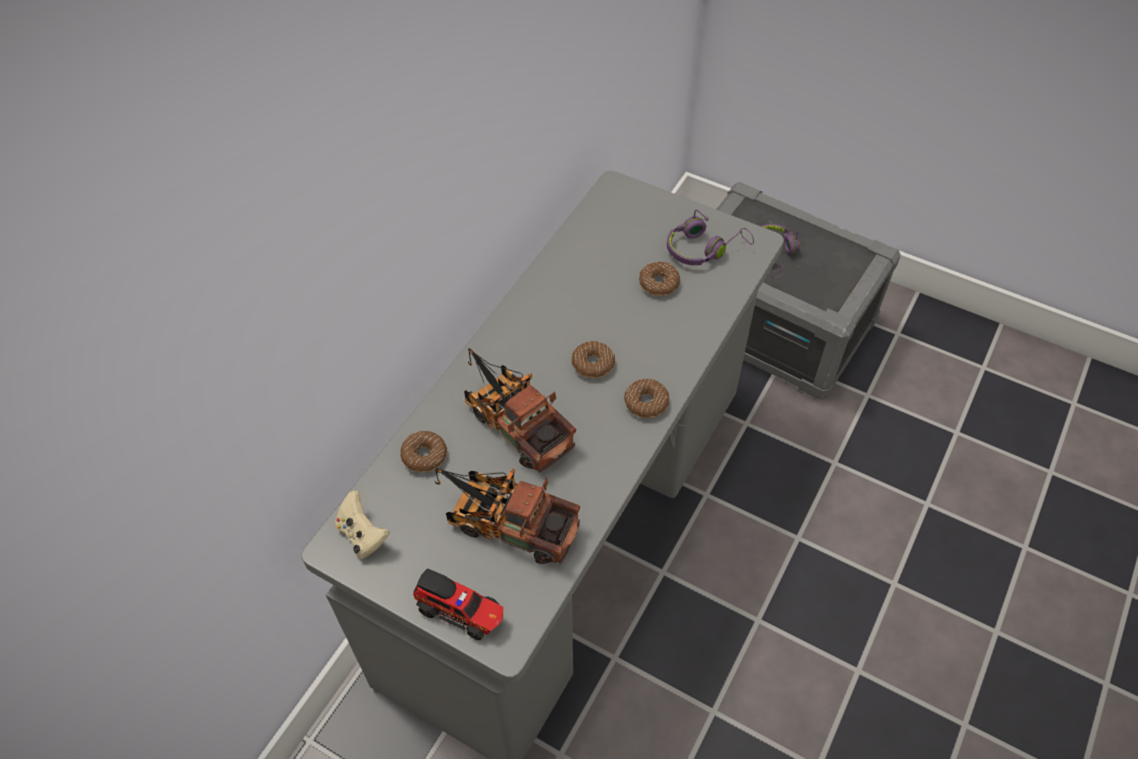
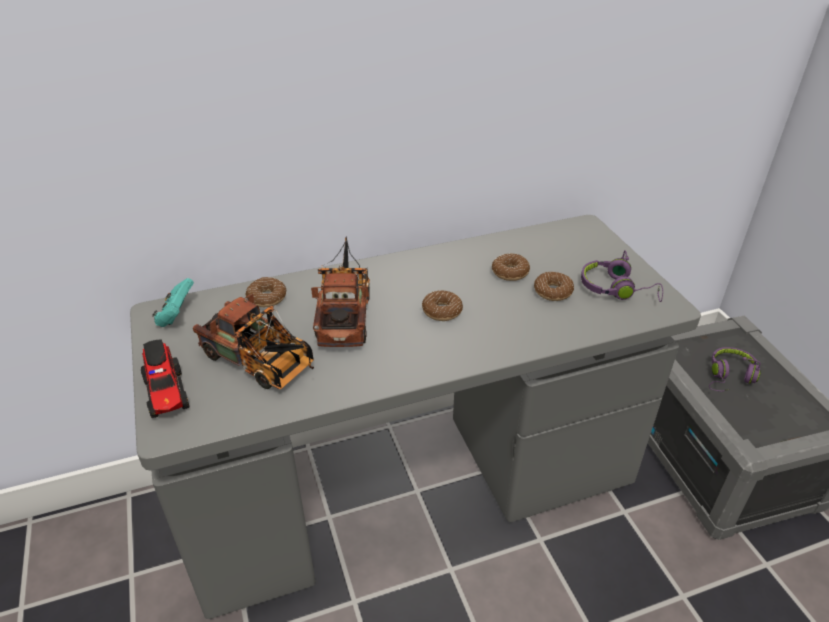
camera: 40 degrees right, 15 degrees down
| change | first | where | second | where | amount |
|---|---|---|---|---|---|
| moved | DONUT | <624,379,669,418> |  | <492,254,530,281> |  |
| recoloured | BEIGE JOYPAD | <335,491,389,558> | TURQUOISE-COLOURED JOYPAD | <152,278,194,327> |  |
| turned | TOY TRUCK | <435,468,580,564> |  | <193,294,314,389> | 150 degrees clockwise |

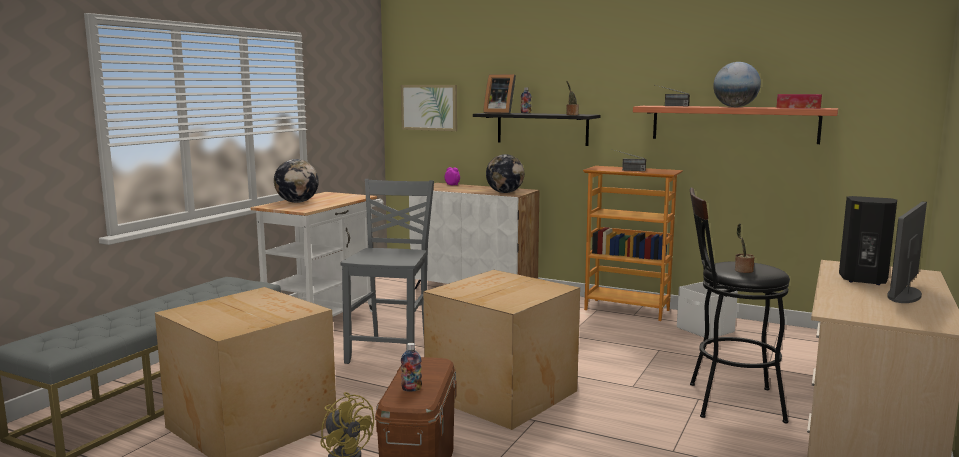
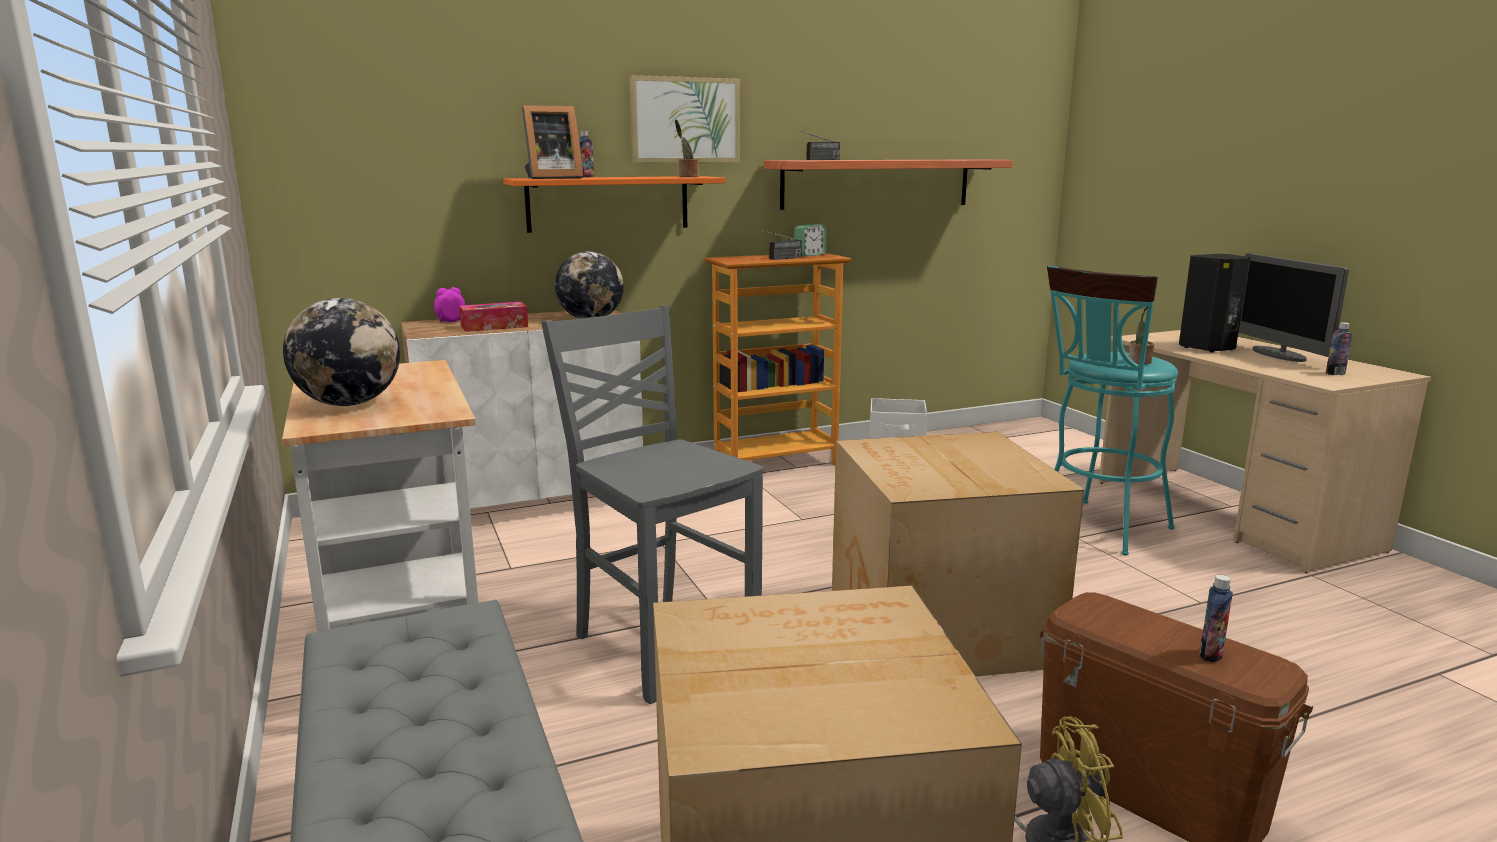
camera: 50 degrees left, 5 degrees up
| change | first | where | second | where | amount |
|---|---|---|---|---|---|
| removed | WORLD GLOBE | <713,62,761,107> |  |  |  |
| added |  |  | BEDSIDE CLOCK | <794,224,827,256> |  |
| added |  |  | BOTTLE | <1326,322,1352,375> |  |
| moved | WALL ART | <401,85,457,131> |  | <629,75,740,163> |  |
| moved | TISSUE BOX | <776,94,822,109> |  | <459,302,528,332> |  |
| recoloured | BLACK BRACKET SHELF | <473,113,601,146> | ORANGEY BRACKET SHELF | <503,176,725,233> |  |
| recoloured | BLACK STOOL | <690,188,790,423> | TURQUOISE-COLOURED STOOL | <1047,266,1178,556> |  |

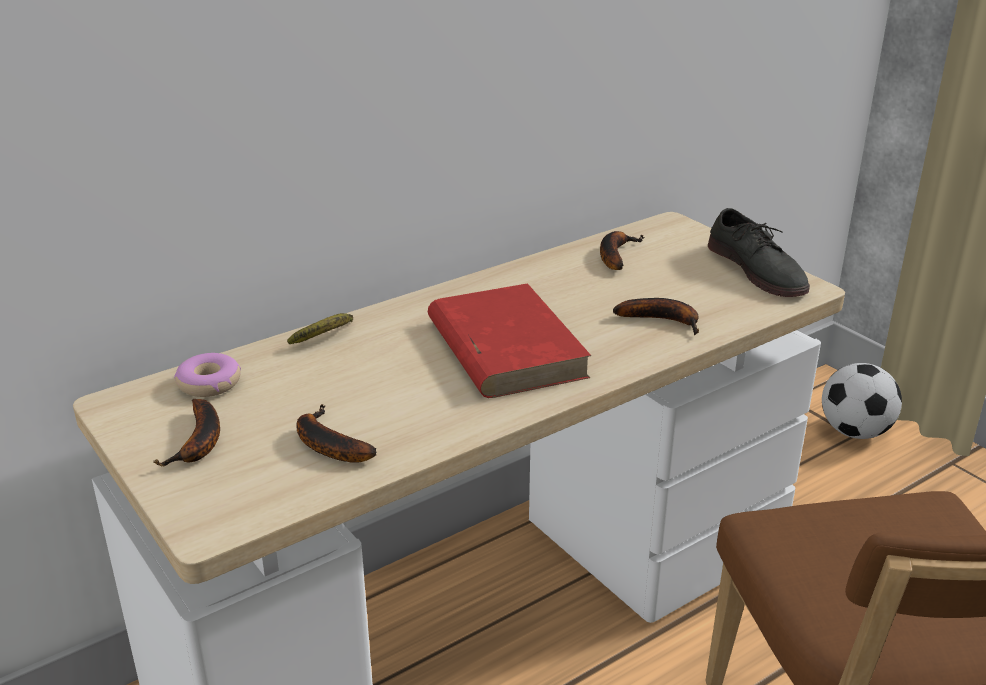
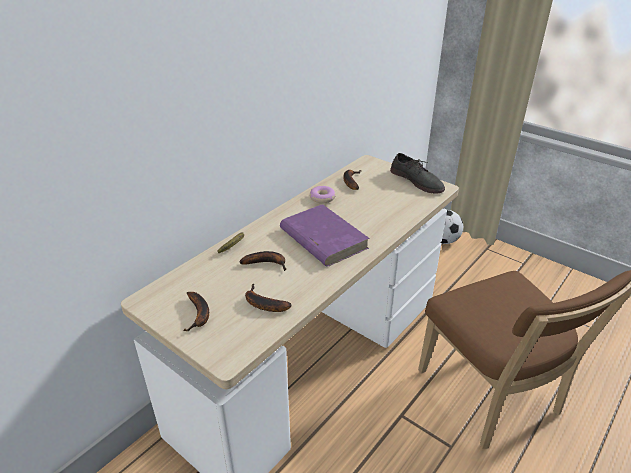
camera: 15 degrees left, 5 degrees up
| change | first | where | second | where | amount |
|---|---|---|---|---|---|
| moved | DONUT | <174,353,241,397> |  | <310,186,336,203> |  |
| moved | BANANA | <613,298,699,335> |  | <239,251,286,271> |  |
| recoloured | RED BOUND BOOK | <428,283,591,398> | PURPLE-COLOURED BOUND BOOK | <280,204,370,267> |  |

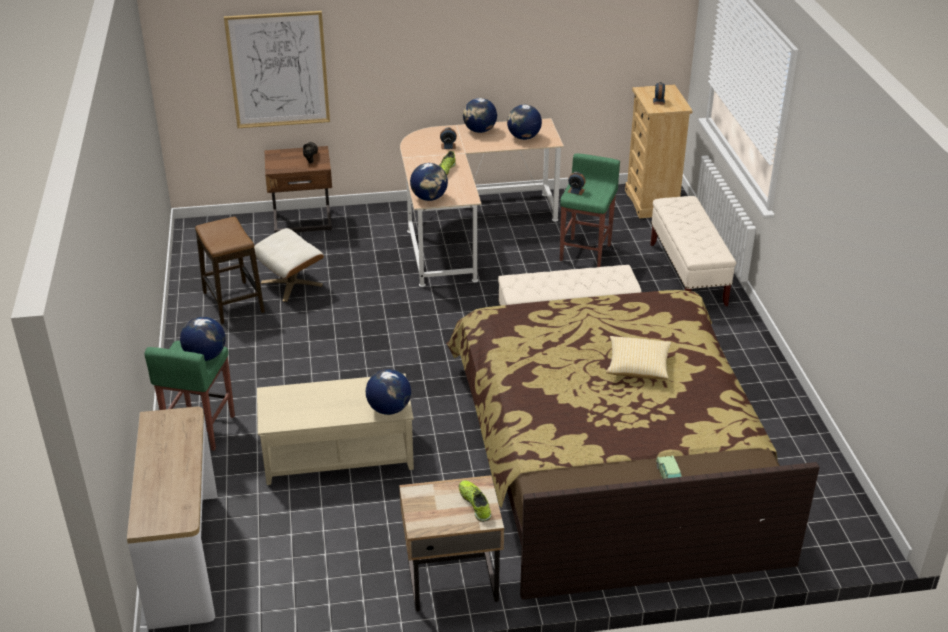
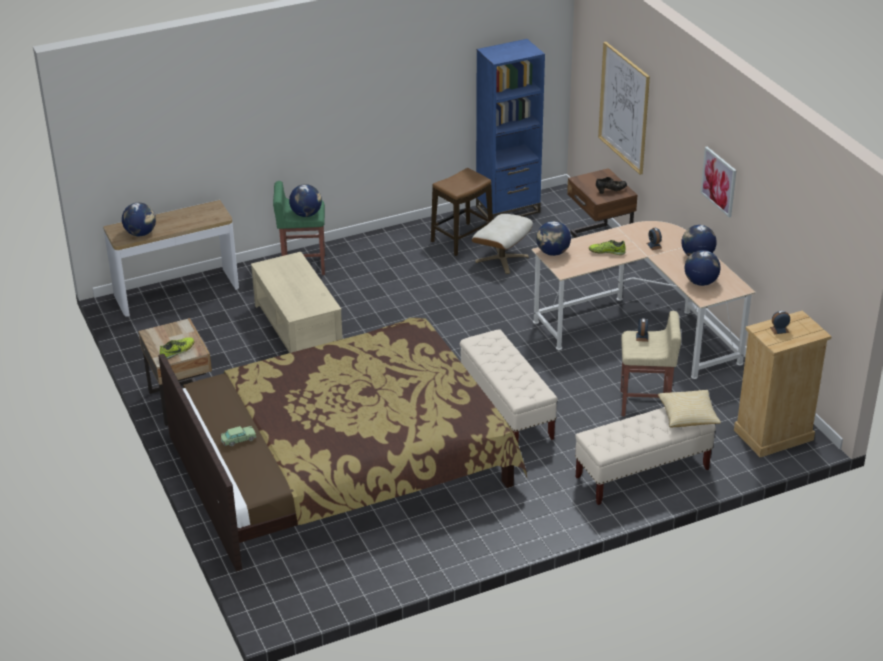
camera: 75 degrees right, 0 degrees up
| change | first | where | second | where | amount |
|---|---|---|---|---|---|
| added |  |  | BLUISH SHELVING UNIT | <476,39,545,219> |  |
| added |  |  | WALL ART | <700,147,736,217> |  |
| moved | WORLD GLOBE | <366,369,411,415> |  | <122,203,156,236> |  |
| moved | THROW PILLOW | <606,336,671,380> |  | <658,390,721,427> |  |
| recoloured | GREEN-COLOURED STOOL | <560,153,620,267> | BEIGE STOOL | <620,311,681,416> |  |

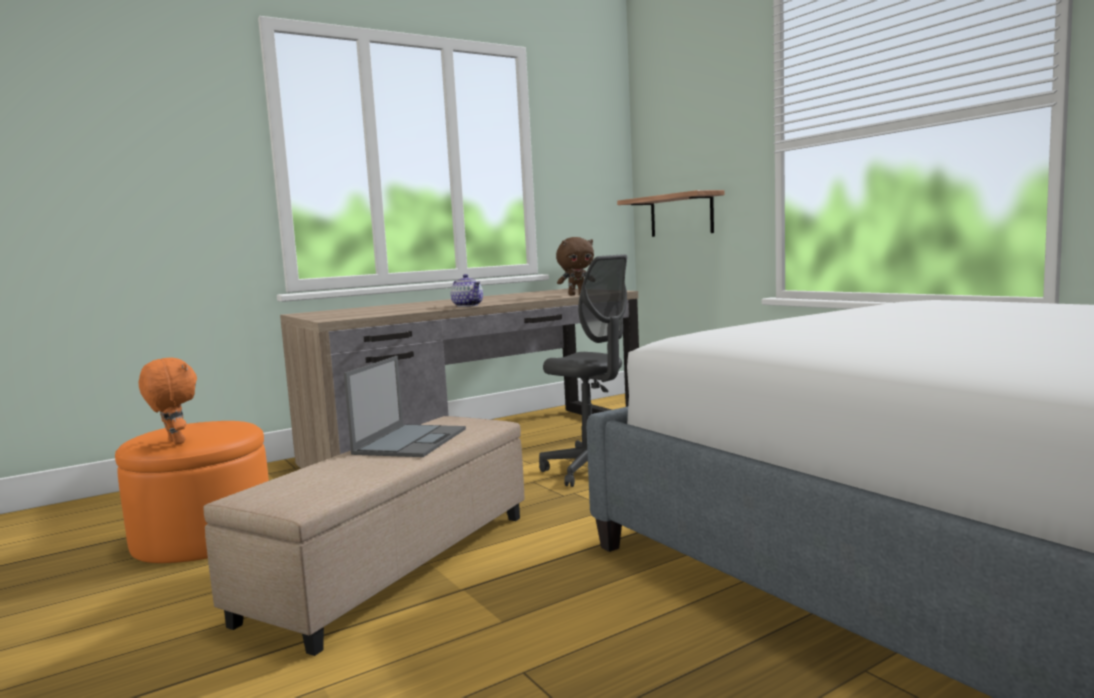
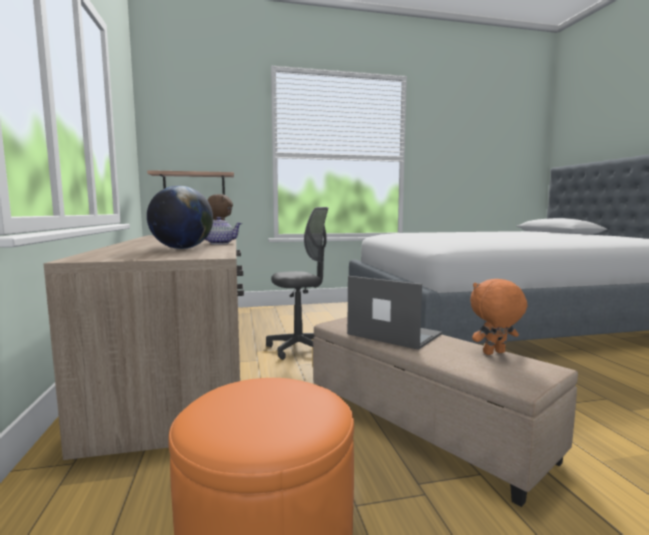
camera: 70 degrees left, 0 degrees up
| change | first | where | second | where | amount |
|---|---|---|---|---|---|
| added |  |  | WORLD GLOBE | <147,186,213,249> |  |
| moved | ORANGEY SOFT TOY | <139,358,197,445> |  | <470,279,527,355> |  |

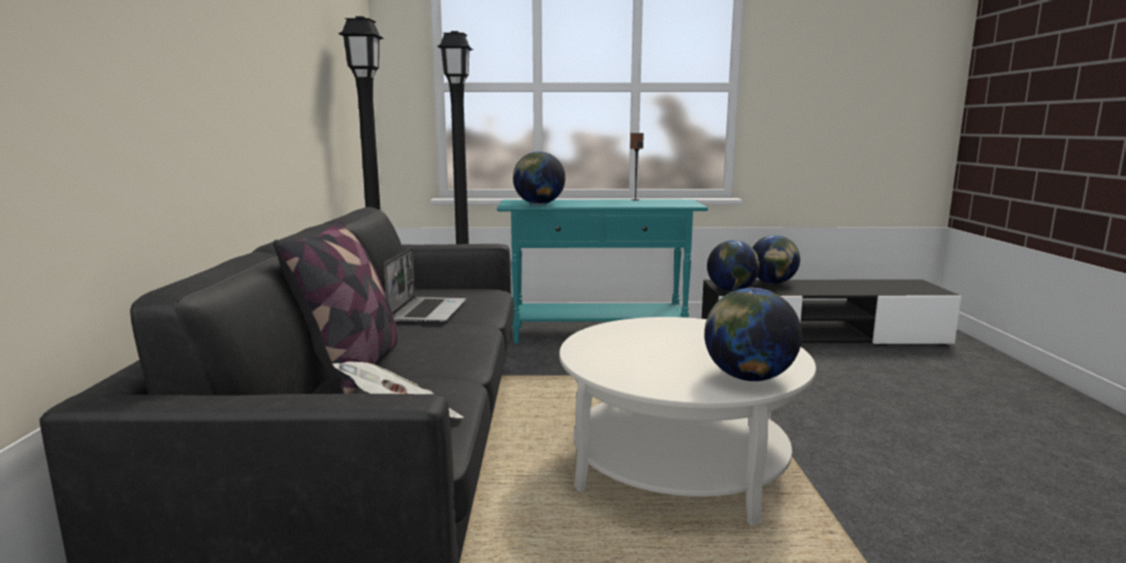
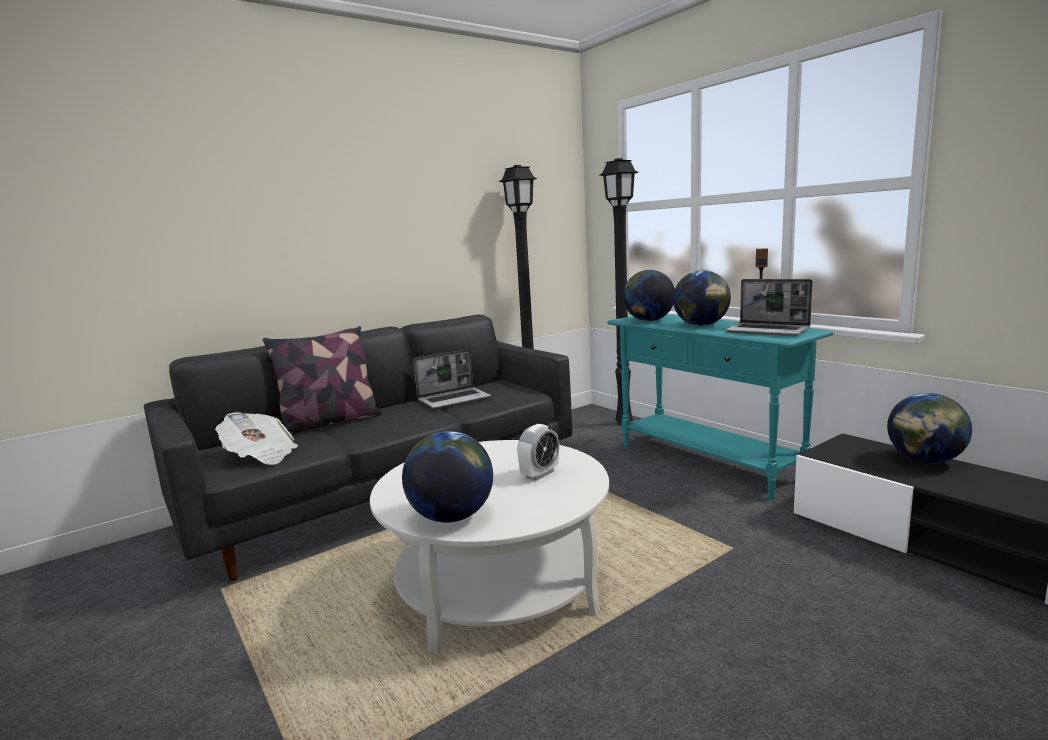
camera: 55 degrees right, 0 degrees up
| change | first | where | second | where | amount |
|---|---|---|---|---|---|
| added |  |  | BEDSIDE CLOCK | <518,424,559,481> |  |
| added |  |  | PORTABLE COMPUTER | <725,279,813,336> |  |
| moved | WORLD GLOBE | <707,240,760,291> |  | <673,270,731,326> |  |

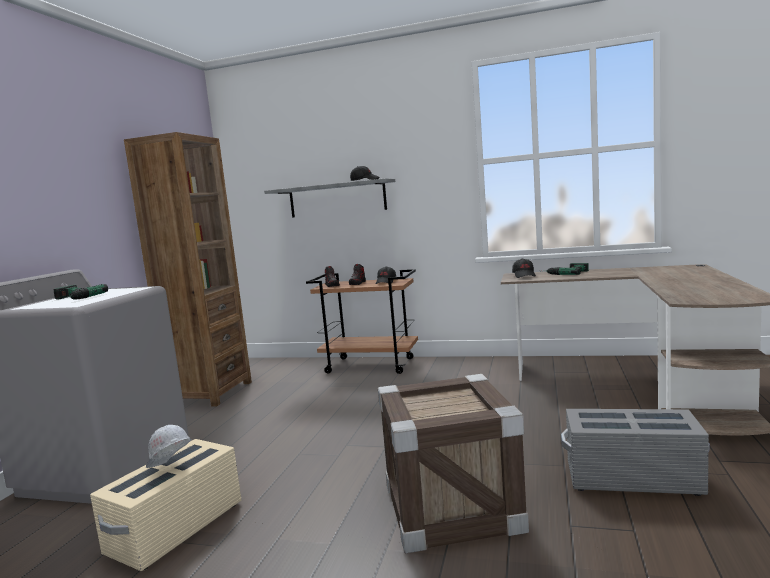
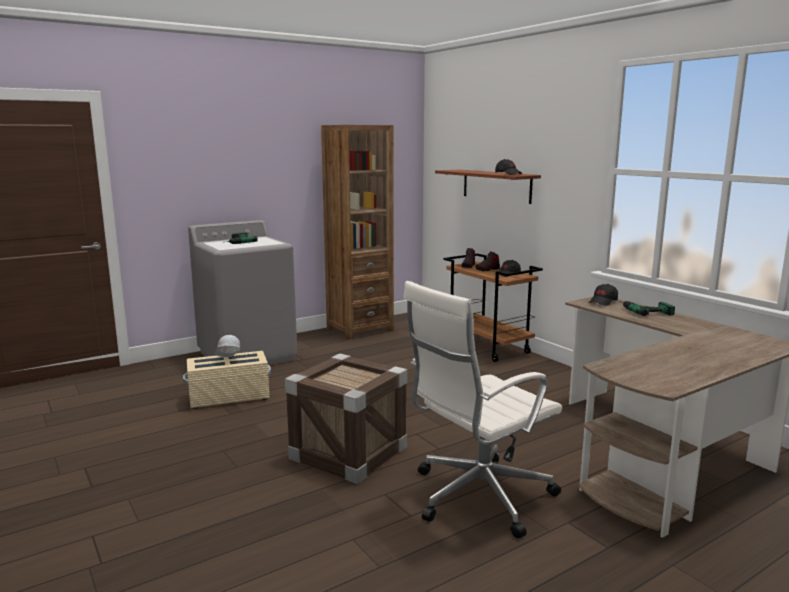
camera: 40 degrees right, 5 degrees up
| change | first | where | second | where | amount |
|---|---|---|---|---|---|
| replaced | GRAY STORAGE CONTAINER | <561,409,710,496> | WHITE-COLOURED OFFICE CHAIR | <403,281,562,538> |  |
| recoloured | GRAY BRACKET SHELF | <264,178,395,218> | BROWNISH BRACKET SHELF | <435,170,541,204> |  |

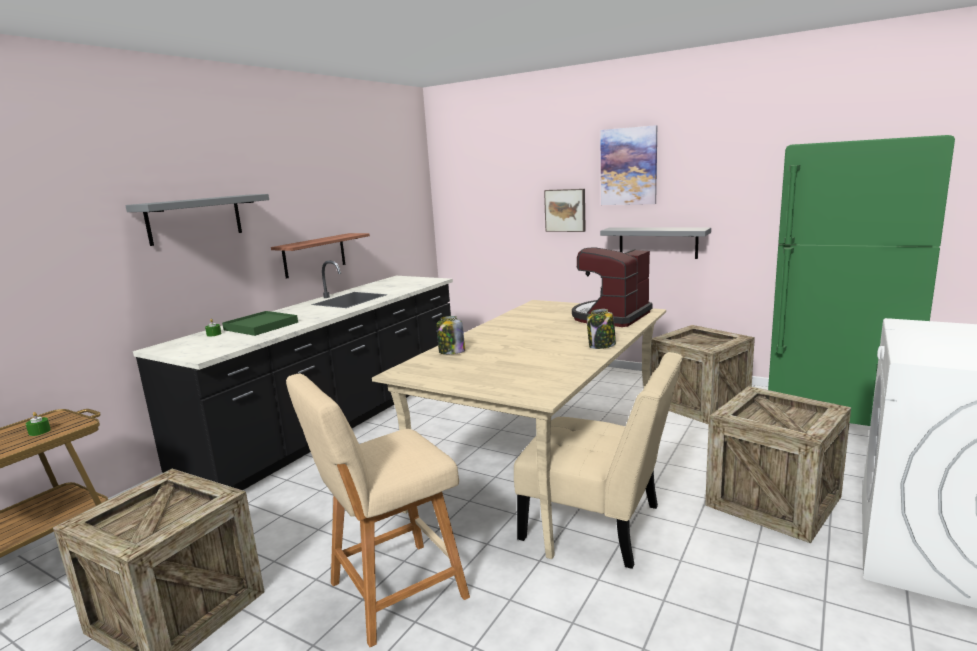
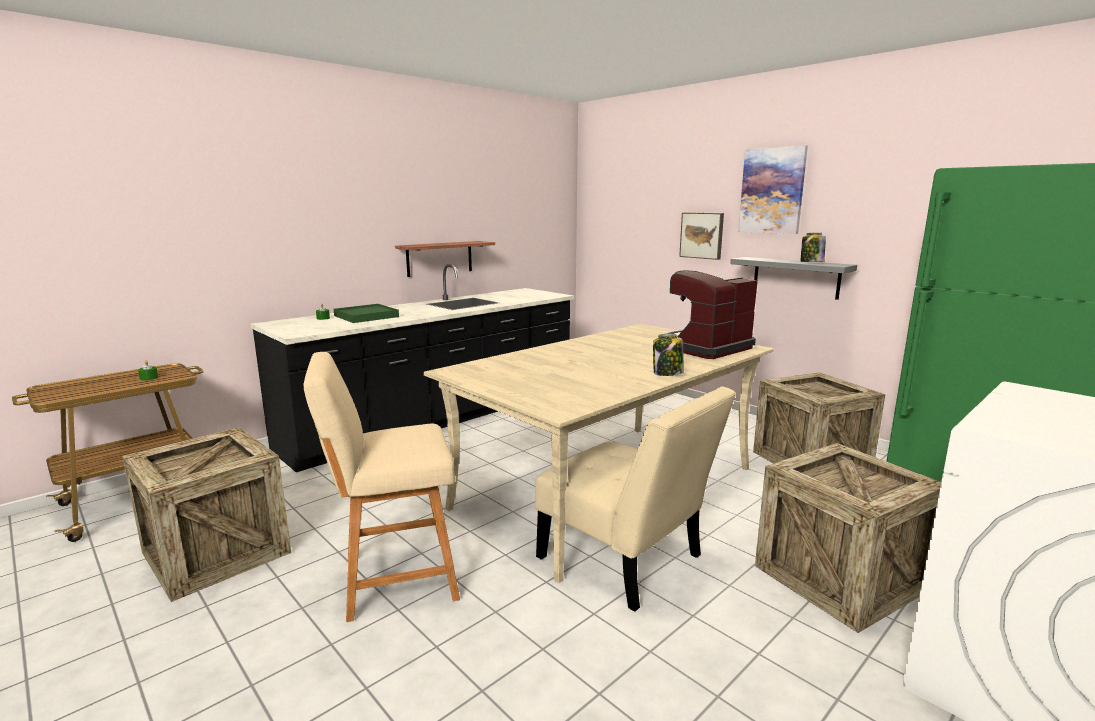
camera: 15 degrees right, 0 degrees up
| change | first | where | second | where | amount |
|---|---|---|---|---|---|
| removed | GRAY BRACKET SHELF | <125,194,269,246> |  |  |  |
| moved | STORAGE JAR | <436,316,465,354> |  | <801,233,826,262> |  |

